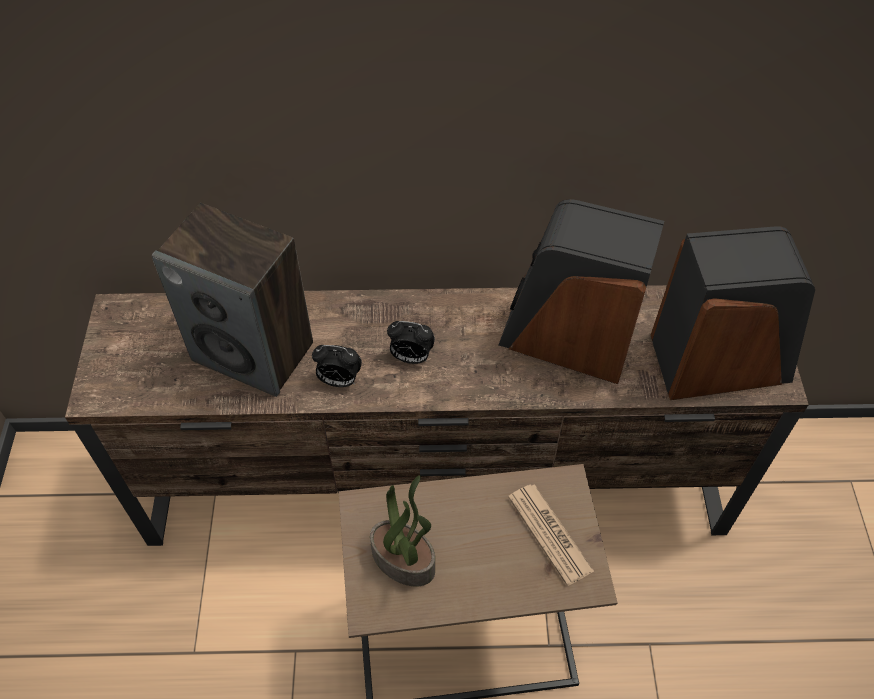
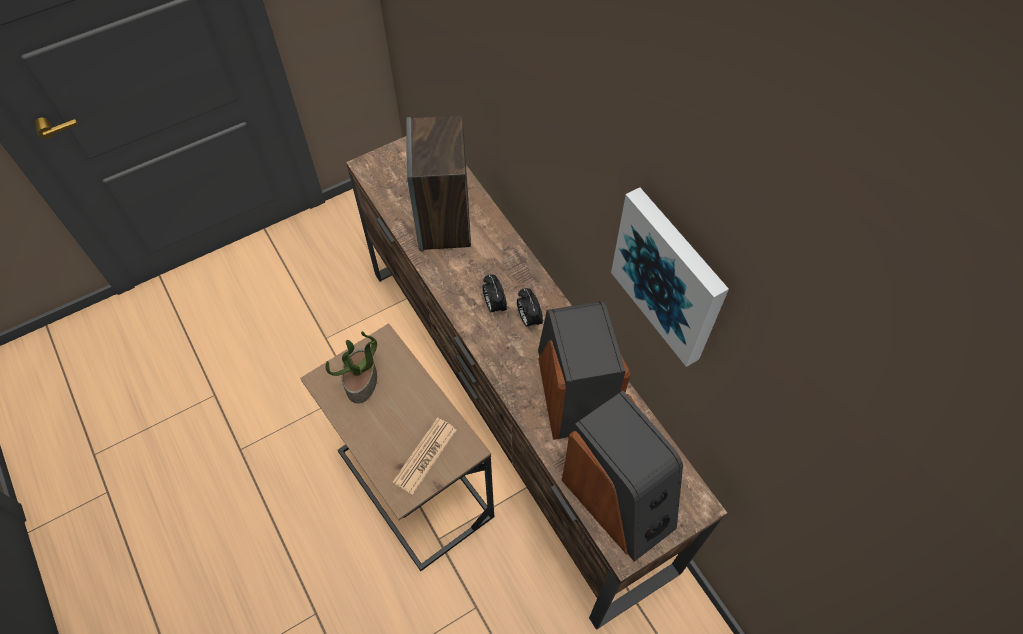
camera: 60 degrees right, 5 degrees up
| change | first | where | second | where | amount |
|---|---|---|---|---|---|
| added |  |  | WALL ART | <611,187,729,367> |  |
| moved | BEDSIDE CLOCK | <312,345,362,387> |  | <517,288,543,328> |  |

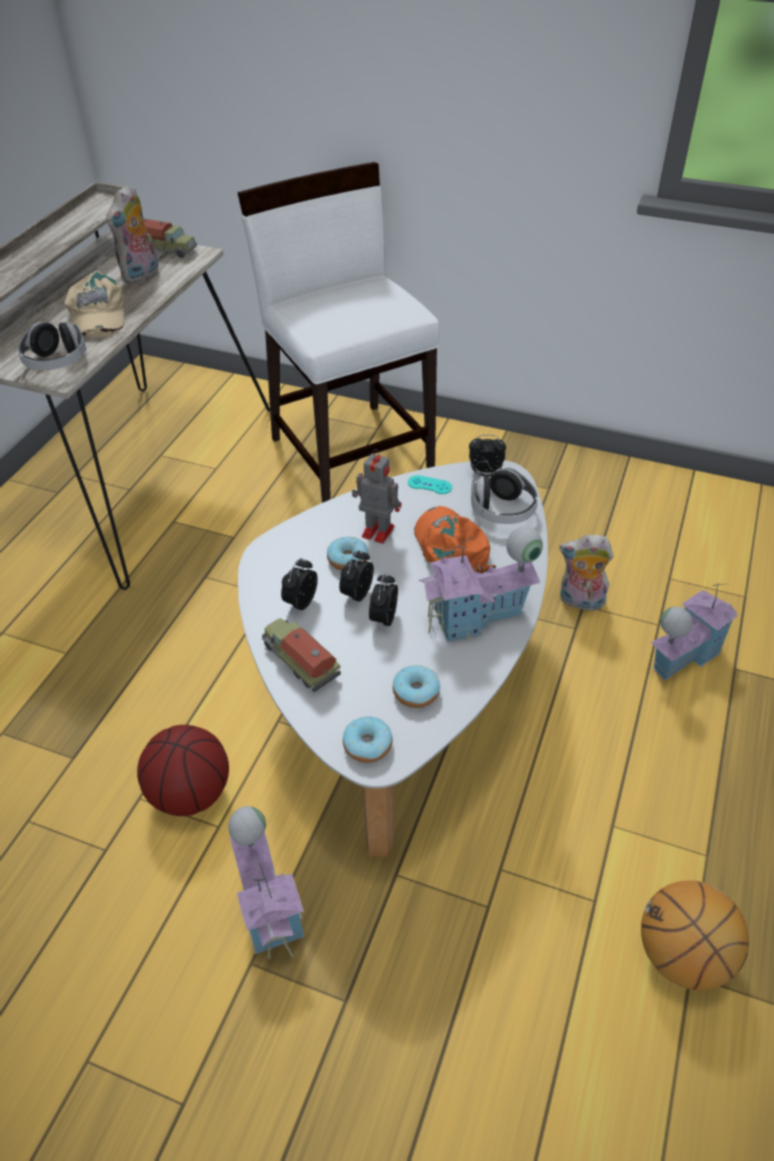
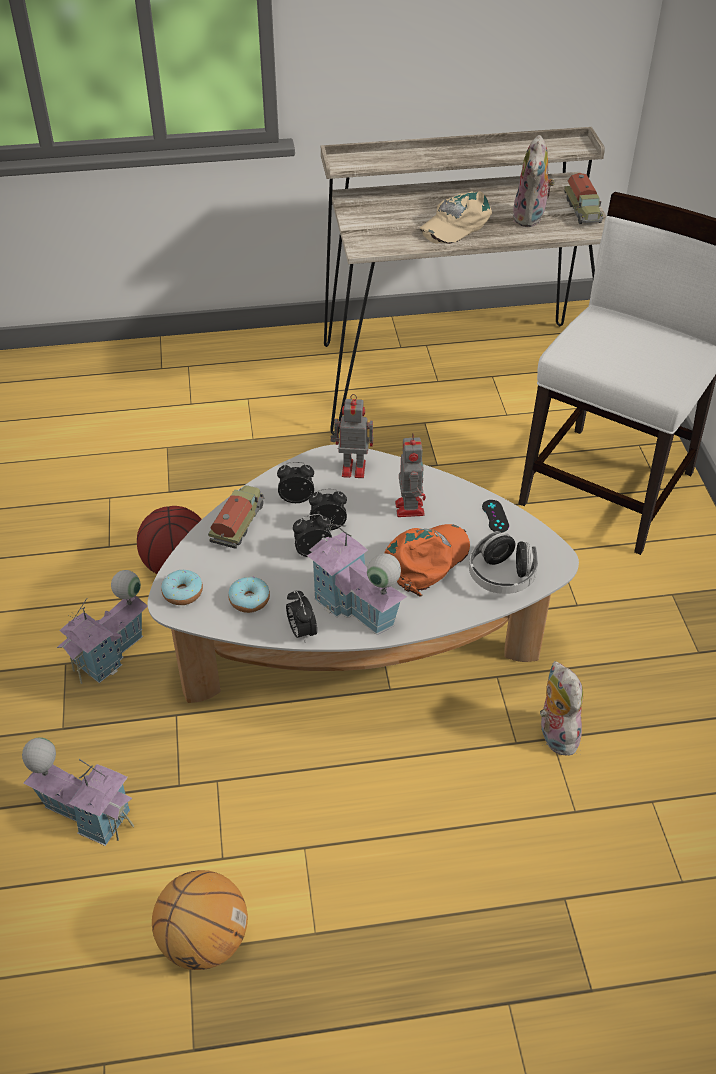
camera: 60 degrees right, 0 degrees up
| change | first | where | second | where | amount |
|---|---|---|---|---|---|
| removed | HEADPHONES | <18,322,86,370> |  |  |  |
| removed | DONUT | <327,537,368,570> |  |  |  |
| added |  |  | MODEL ROBOT | <330,394,373,478> |  |
| moved | BEDSIDE CLOCK | <469,435,506,476> |  | <286,590,317,643> |  |
| moved | MODEL HOUSE | <650,584,738,681> |  | <22,737,134,846> |  |
| recoloured | TURQUOISE-COLOURED JOYPAD | <408,475,452,494> | BLACK JOYPAD | <482,500,509,533> |  |
| turned | SOFT TOY | <106,184,158,284> |  | <512,135,555,227> | 75 degrees counterclockwise |

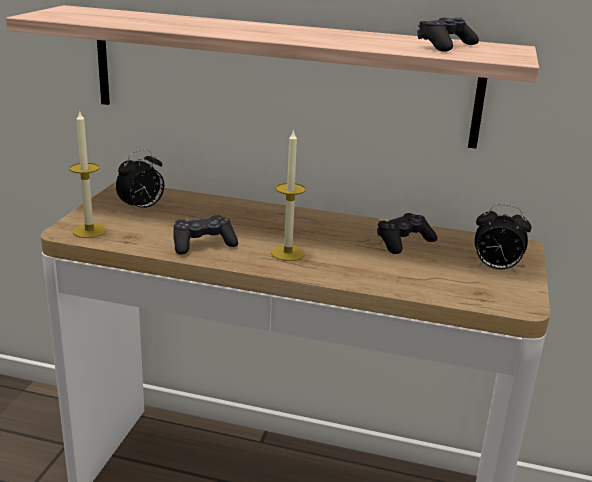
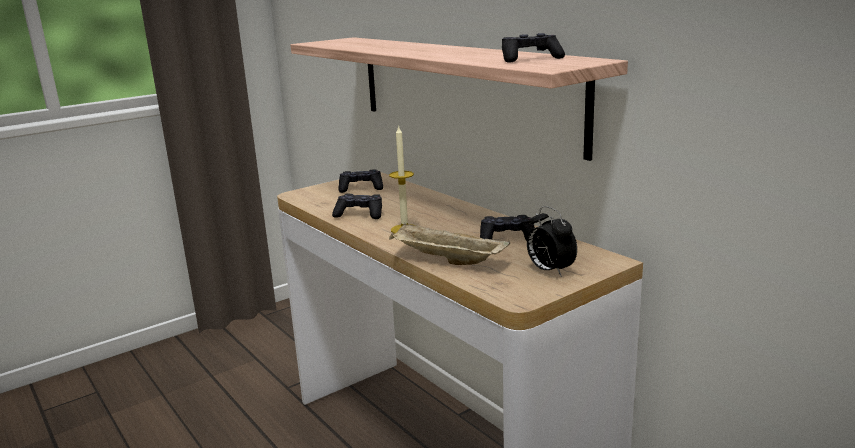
camera: 40 degrees right, 5 degrees down
| change | first | where | second | where | amount |
|---|---|---|---|---|---|
| removed | WAX CANDLE | <69,110,106,238> |  |  |  |
| added |  |  | BEIGE SERVING TRAY | <389,223,510,265> |  |
| replaced | BEDSIDE CLOCK | <116,149,164,213> | BLACK JOYPAD | <338,169,383,193> |  |

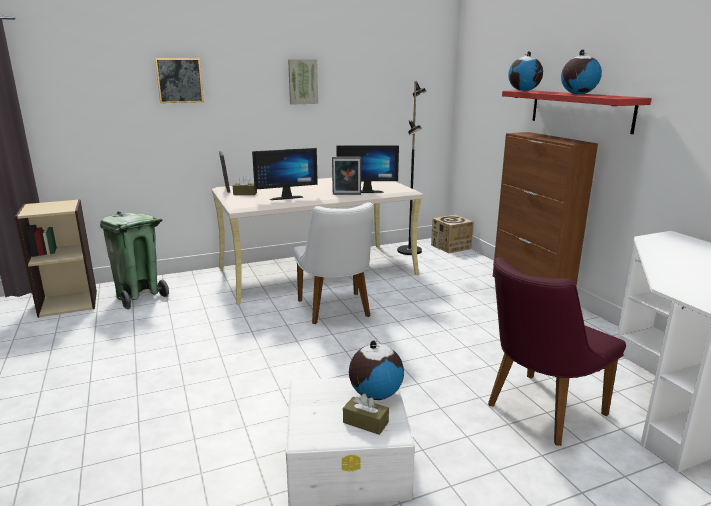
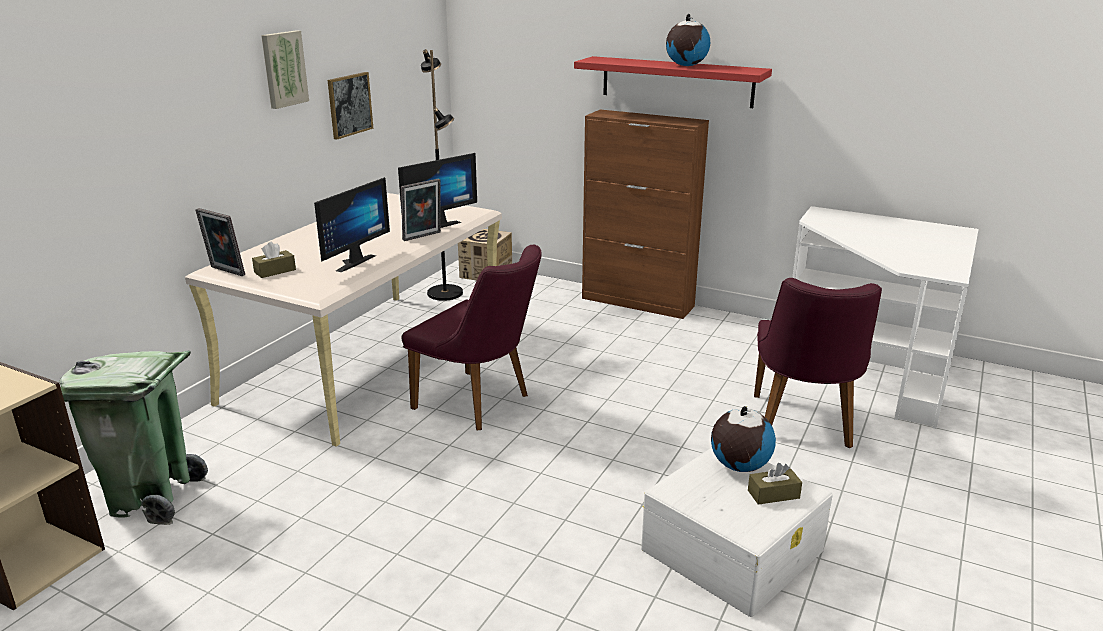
camera: 40 degrees left, 5 degrees up
| change | first | where | second | where | amount |
|---|---|---|---|---|---|
| removed | WORLD GLOBE | <508,51,543,91> |  |  |  |
| moved | WALL ART | <155,58,204,103> |  | <328,72,373,139> |  |
| recoloured | WHITE-COLOURED PLAIN CHAIR | <294,202,374,324> | PURPLE-COLOURED PLAIN CHAIR | <401,245,542,430> |  |

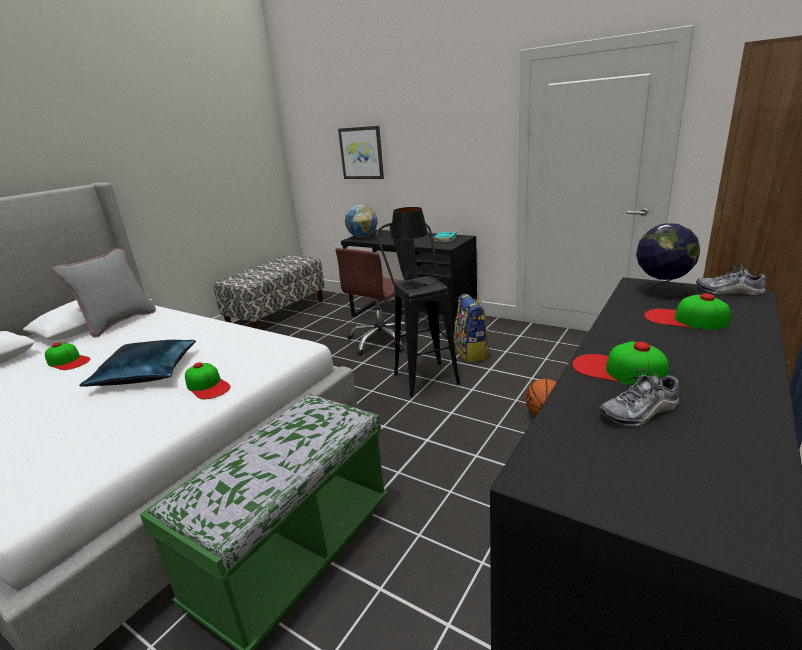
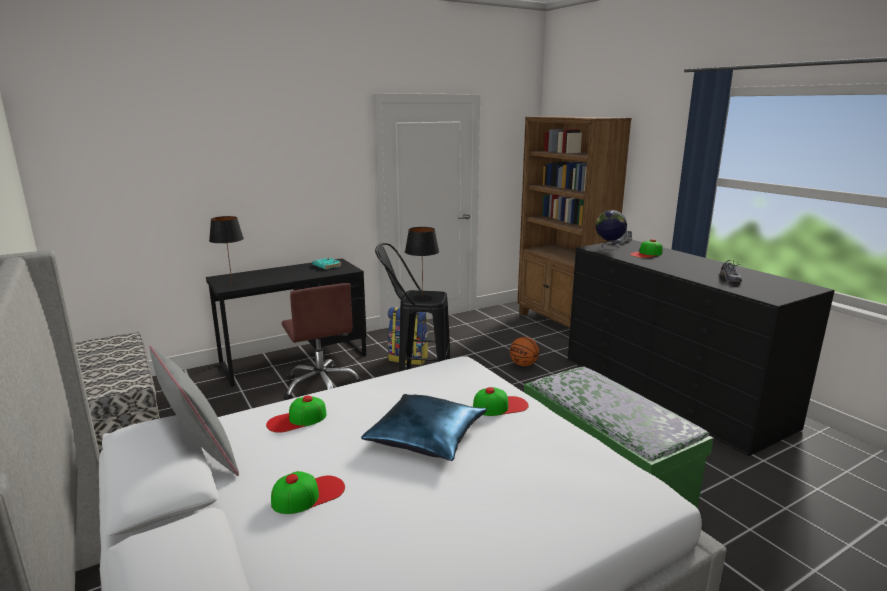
camera: 65 degrees left, 5 degrees down
| change | first | where | second | where | amount |
|---|---|---|---|---|---|
| removed | WALL ART | <338,126,384,179> |  |  |  |
| moved | BASEBALL CAP | <572,342,669,385> |  | <266,396,327,433> |  |
| replaced | WORLD GLOBE | <345,205,378,238> | BLACK TABLE LAMP | <209,216,244,287> |  |

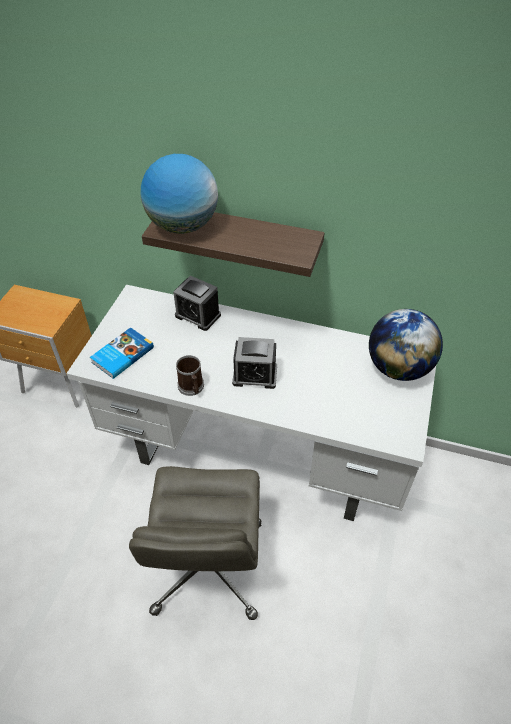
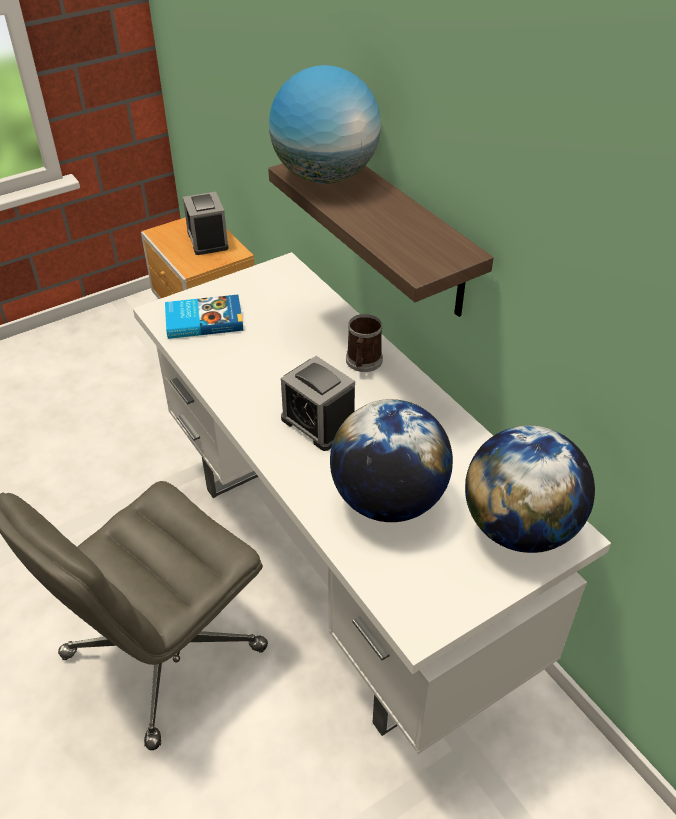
camera: 40 degrees right, 5 degrees down
| change | first | where | second | where | amount |
|---|---|---|---|---|---|
| added |  |  | WORLD GLOBE | <330,399,453,522> |  |
| moved | BEDSIDE CLOCK | <173,276,221,331> |  | <183,192,229,255> |  |
| moved | TEA MUG | <176,355,204,396> |  | <346,314,383,372> |  |

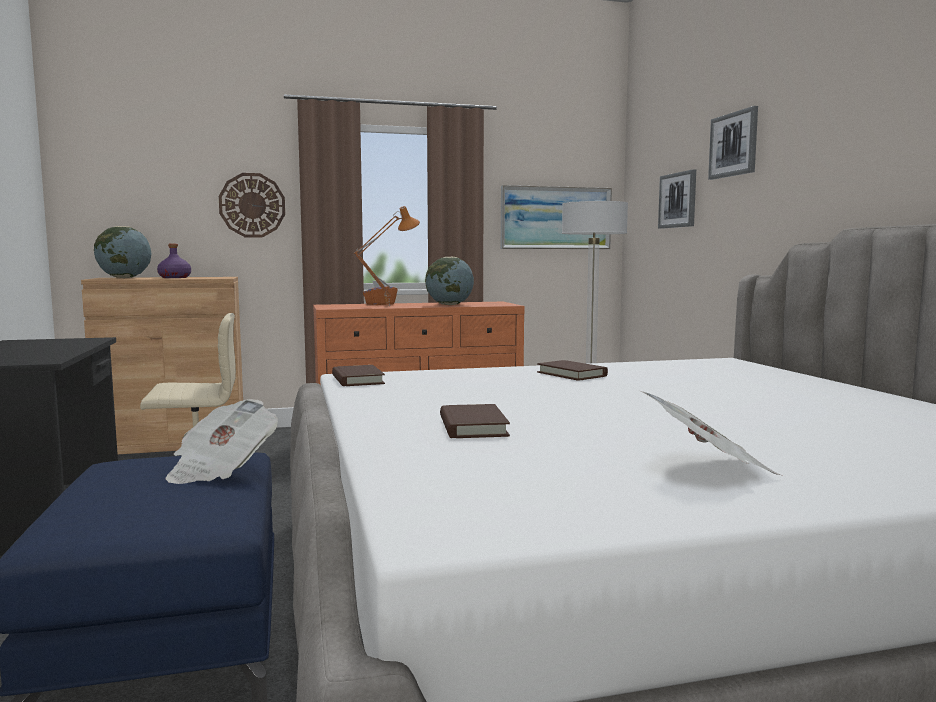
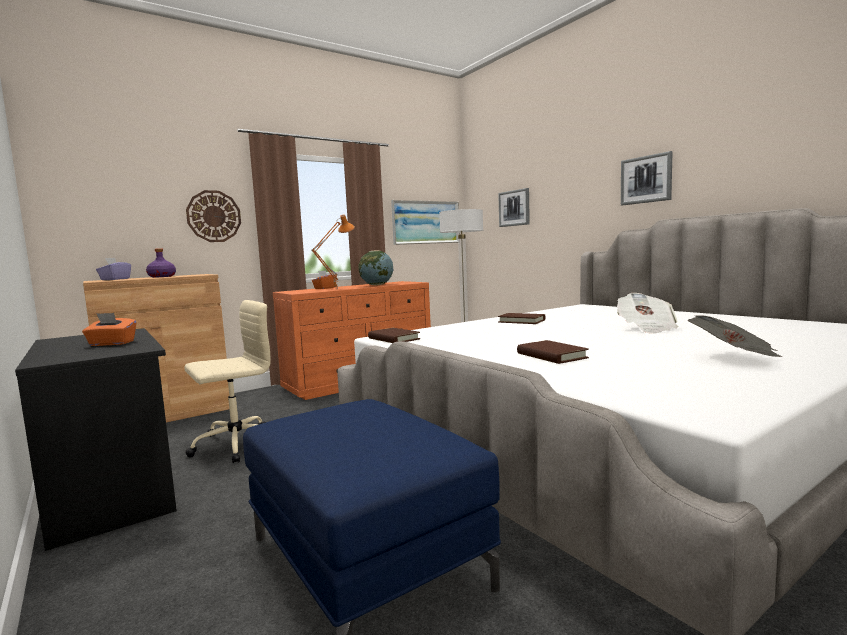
camera: 20 degrees left, 0 degrees up
| change | first | where | second | where | amount |
|---|---|---|---|---|---|
| added |  |  | ORANGEY TISSUE BOX | <82,313,136,346> |  |
| moved | DAILY PAPER | <166,399,278,484> |  | <617,293,678,334> |  |
| moved | WALL ART | <708,106,758,180> |  | <621,151,672,205> |  |
| replaced | WORLD GLOBE | <94,226,151,278> | PURPLE-COLOURED TISSUE BOX | <96,258,131,280> |  |

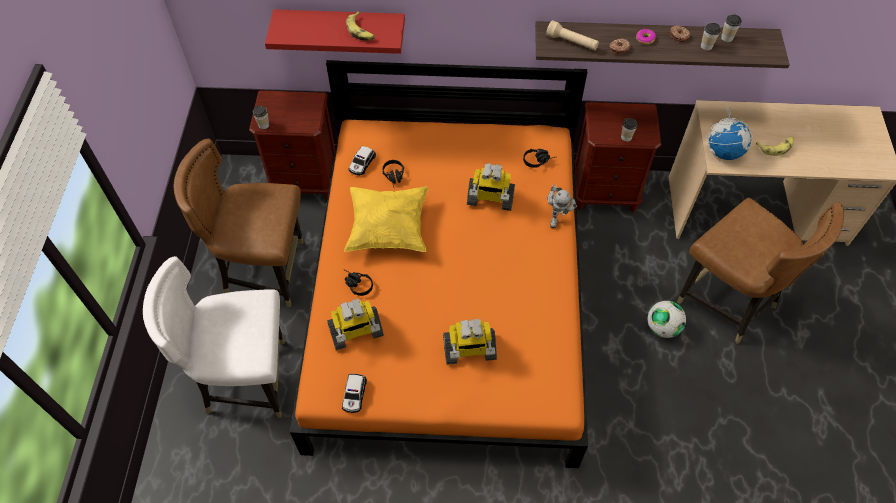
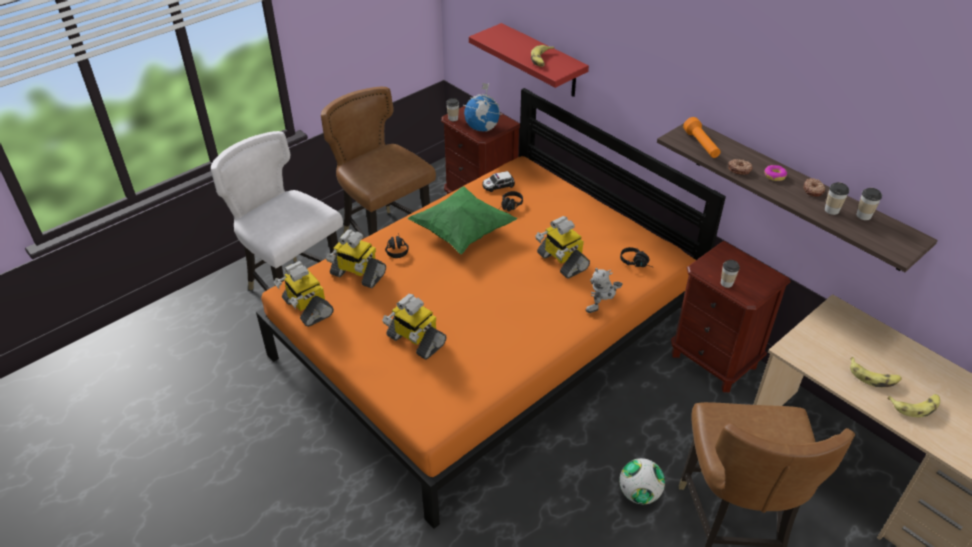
camera: 45 degrees right, 15 degrees down
| change | first | where | second | where | amount |
|---|---|---|---|---|---|
| added |  |  | BANANA | <887,394,940,417> |  |
| moved | WORLD GLOBE | <705,107,754,160> |  | <463,83,502,131> |  |
| replaced | MODEL CAR | <342,374,367,413> | MODEL ROBOT | <274,261,334,327> |  |
| recoloured | YELLOW-COLOURED THROW PILLOW | <344,186,428,252> | GREEN-COLOURED THROW PILLOW | <408,186,517,254> |  |
| recoloured | BEIGE FLASHLIGHT | <546,20,599,50> | ORANGEY FLASHLIGHT | <683,117,721,158> |  |

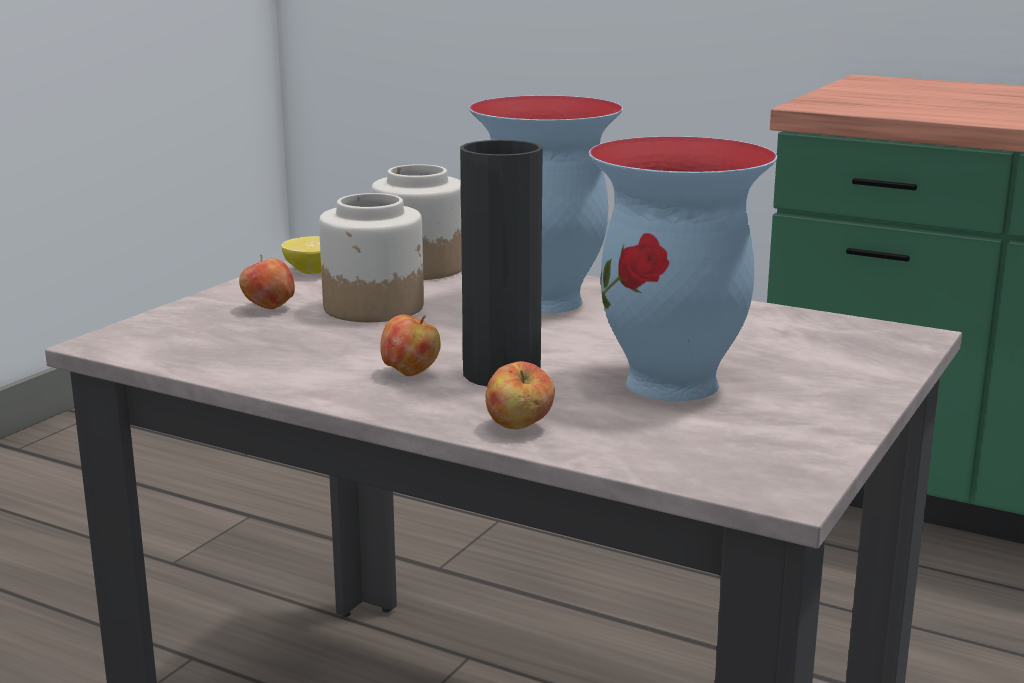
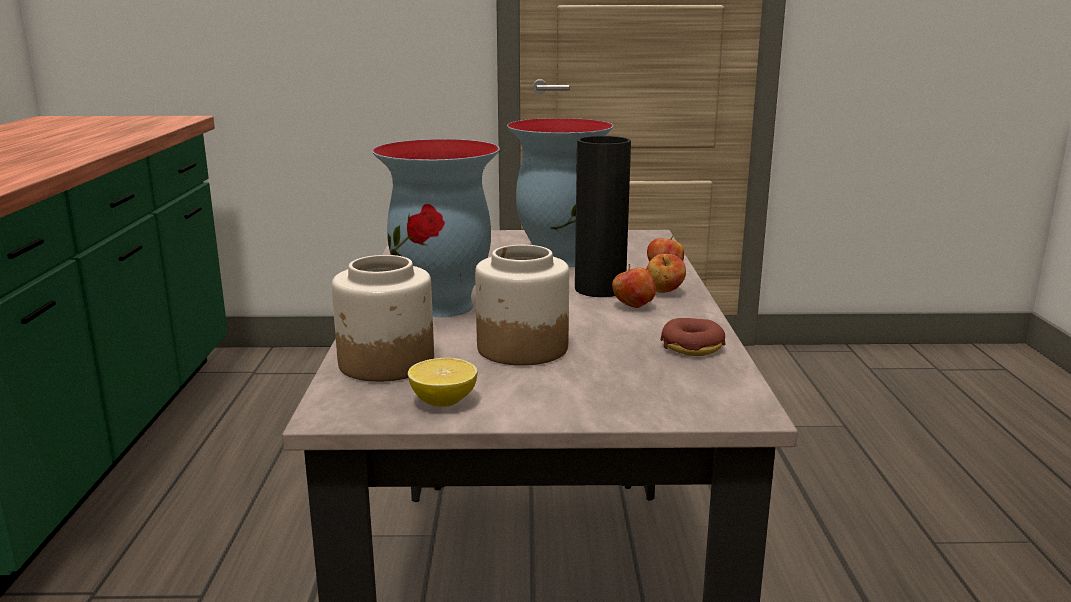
camera: 120 degrees left, 0 degrees up
| change | first | where | second | where | amount |
|---|---|---|---|---|---|
| added |  |  | DONUT | <660,318,726,356> |  |
| moved | WHOLE APPLE | <239,255,295,309> |  | <646,254,686,293> |  |

